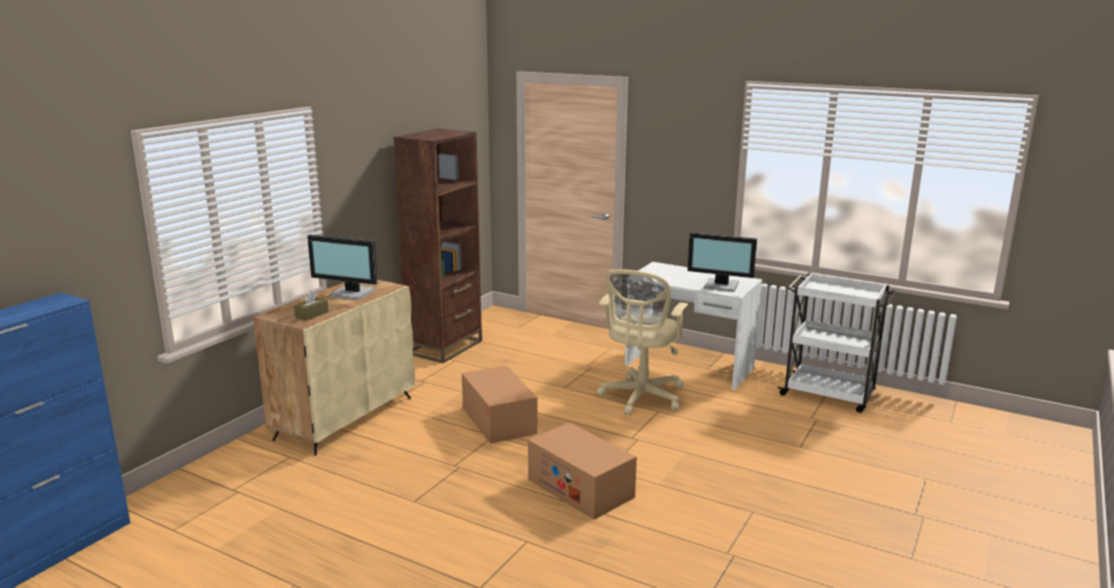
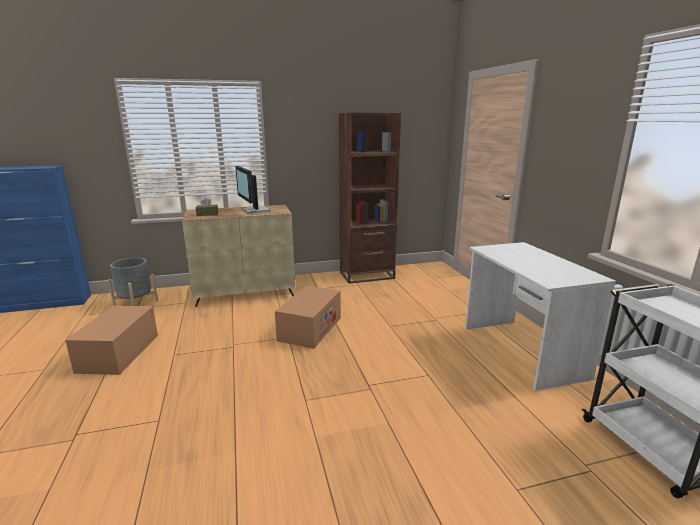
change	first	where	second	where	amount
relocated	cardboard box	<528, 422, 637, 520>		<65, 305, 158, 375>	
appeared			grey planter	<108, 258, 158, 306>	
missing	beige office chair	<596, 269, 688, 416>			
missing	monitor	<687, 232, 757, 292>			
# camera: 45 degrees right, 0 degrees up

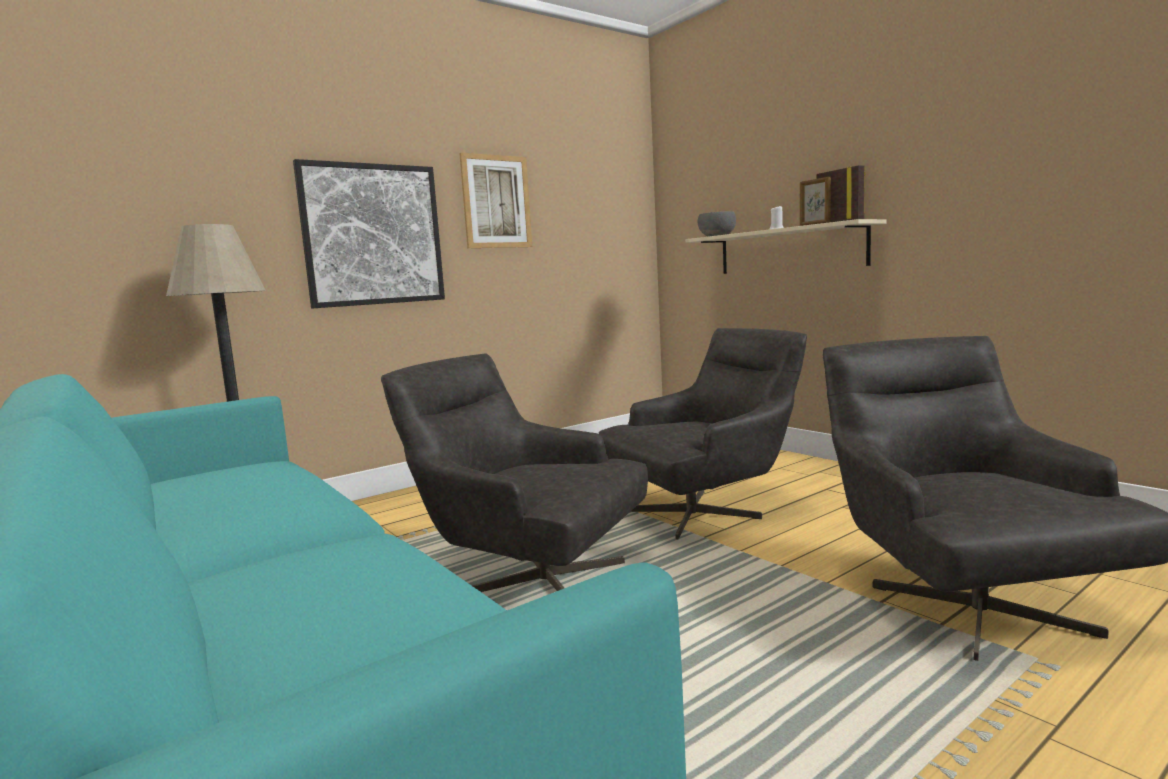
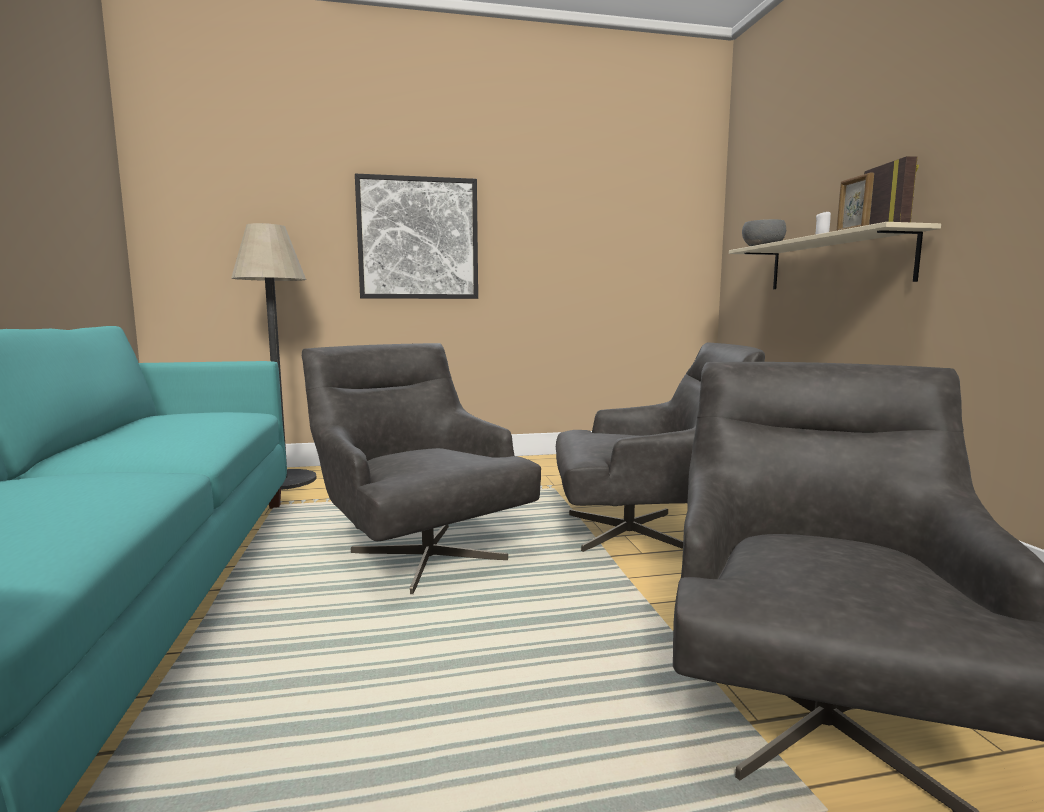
change	first	where	second	where	amount
missing	picture	<459, 152, 532, 248>			
# camera: 25 degrees right, 0 degrees up

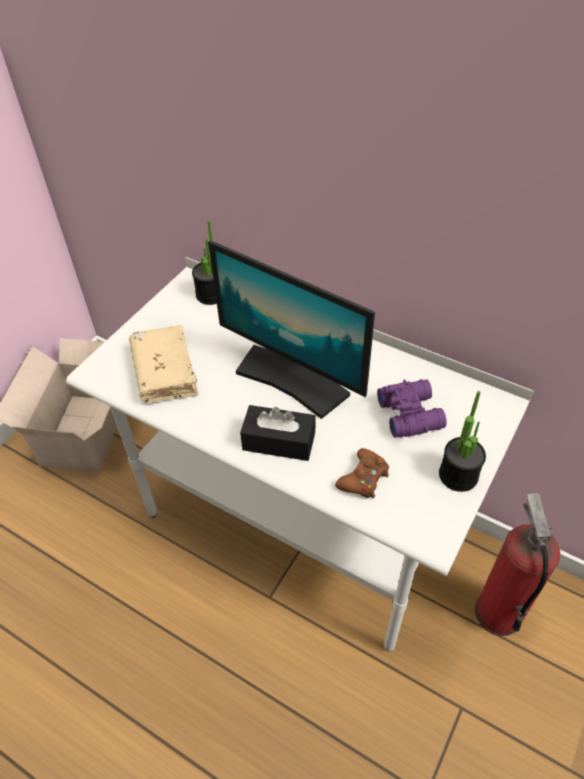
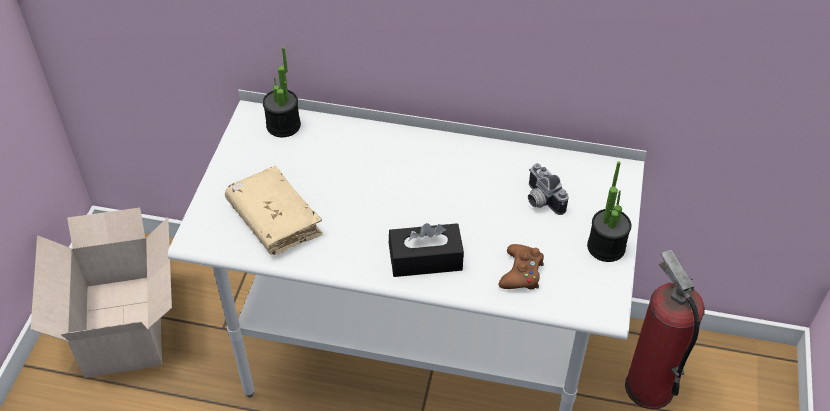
change	first	where	second	where	amount
exchanged	purple binoculars	<377, 379, 447, 438>	photo camera	<528, 163, 569, 215>	
missing	monitor	<208, 241, 375, 419>			
# camera: 20 degrees left, 0 degrees up

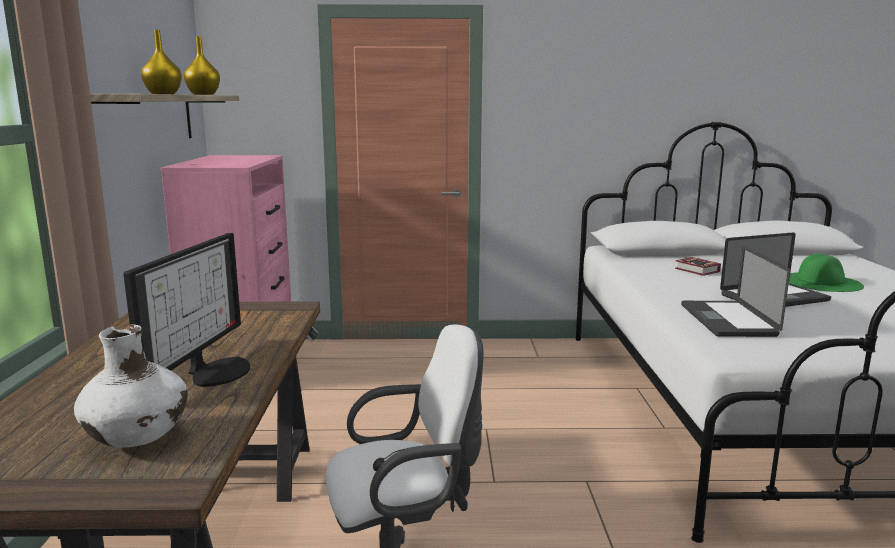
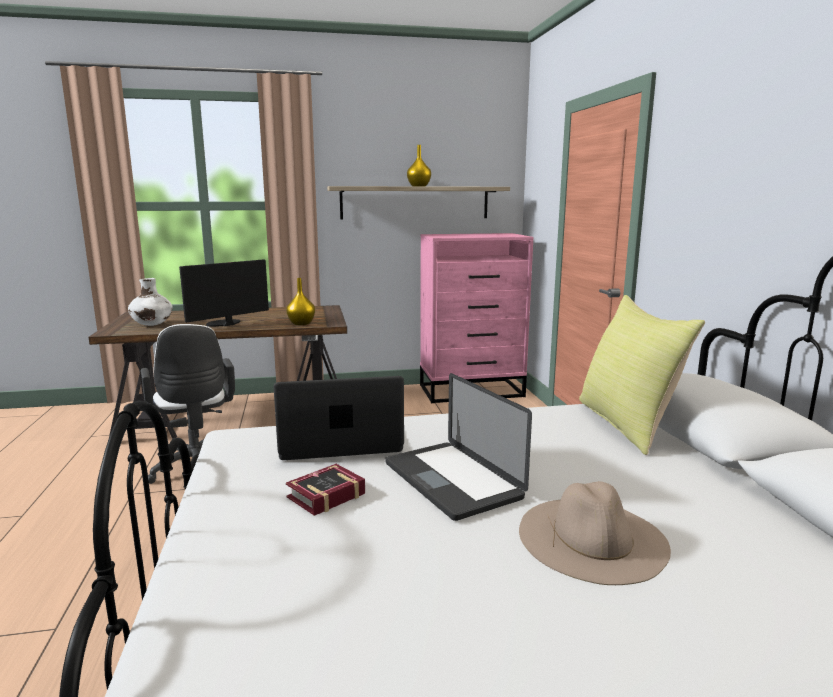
change	first	where	second	where	amount
spun	monitor	<123, 233, 250, 387>		<179, 259, 269, 327>	135 degrees clockwise
relocated	yellow vase	<184, 36, 220, 95>		<286, 278, 315, 325>	
relocated	book	<675, 257, 721, 276>		<286, 464, 365, 516>	
colour	green hat	<789, 253, 864, 292>	beige hat	<519, 481, 671, 585>	
appeared			yellow pillow	<579, 295, 705, 455>	
# camera: 80 degrees right, 0 degrees up

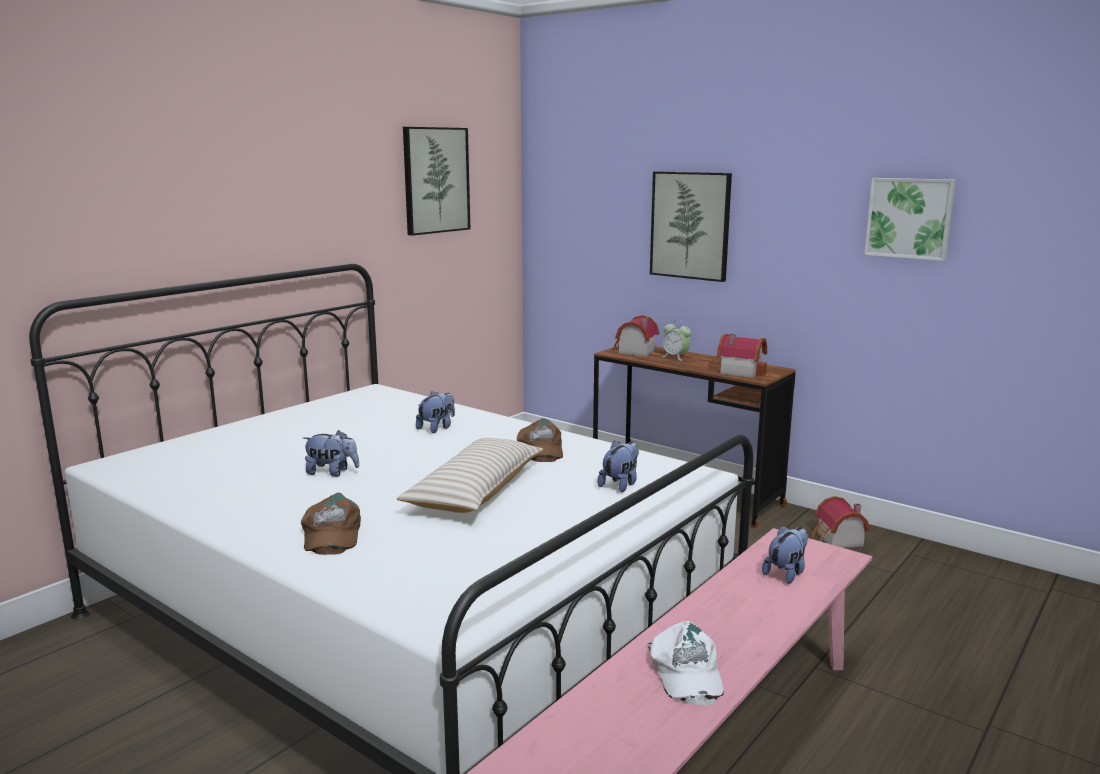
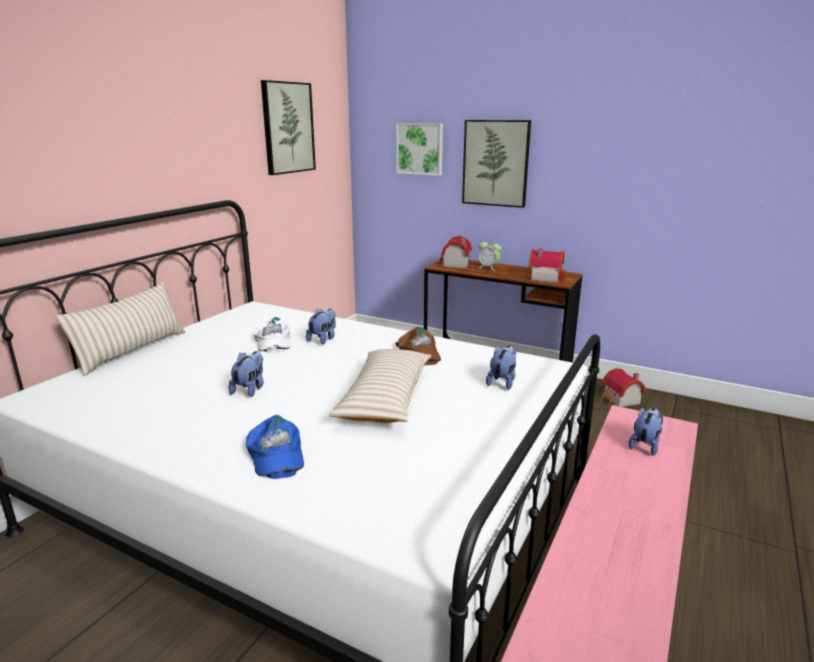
change	first	where	second	where	amount
appeared			beige pillow	<55, 282, 186, 376>	
spun	plush toy	<303, 430, 359, 477>		<229, 351, 264, 397>	75 degrees counterclockwise
colour	brown cap	<301, 492, 361, 555>	blue cap	<246, 415, 304, 479>	
relocated	white cap	<647, 621, 724, 705>		<253, 317, 290, 353>	
relocated	picture	<864, 178, 956, 261>		<396, 123, 443, 176>	
# camera: 10 degrees left, 5 degrees up

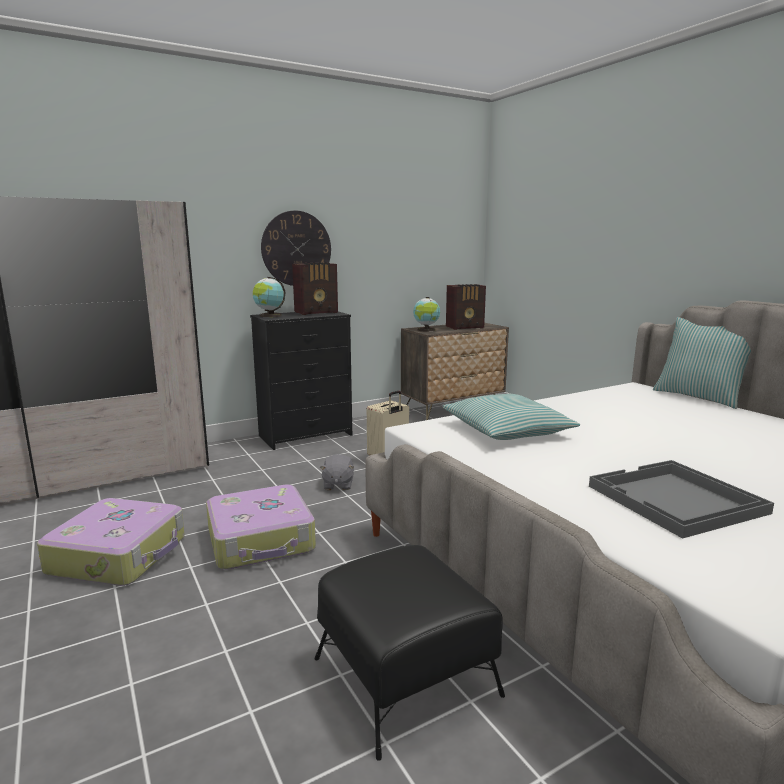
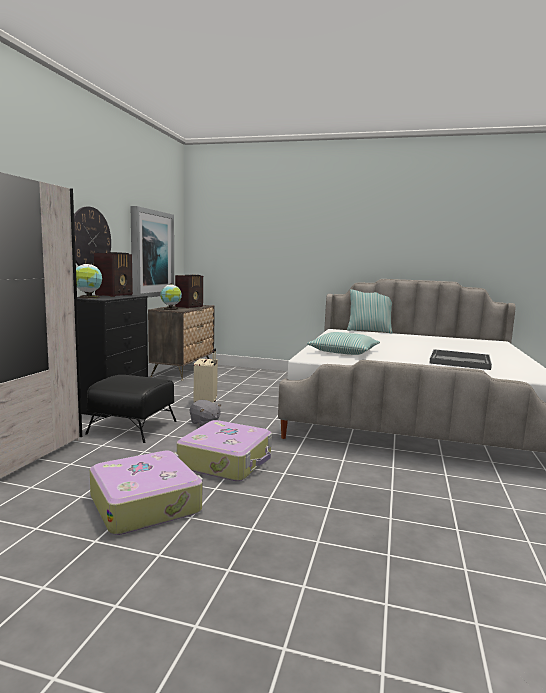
change	first	where	second	where	amount
relocated	black ottoman	<314, 545, 505, 761>		<85, 375, 177, 443>	
appeared			picture	<131, 206, 174, 298>	
# camera: 45 degrees left, 5 degrees down

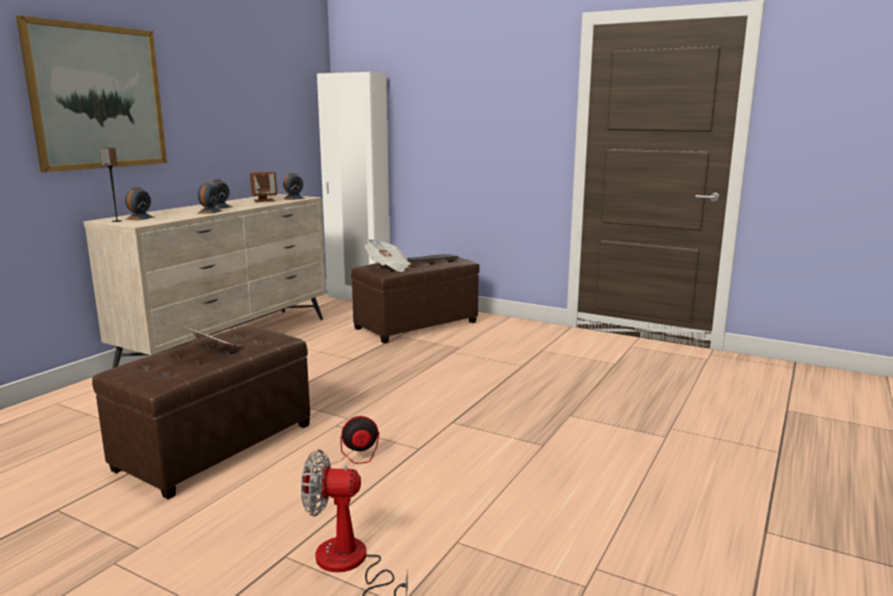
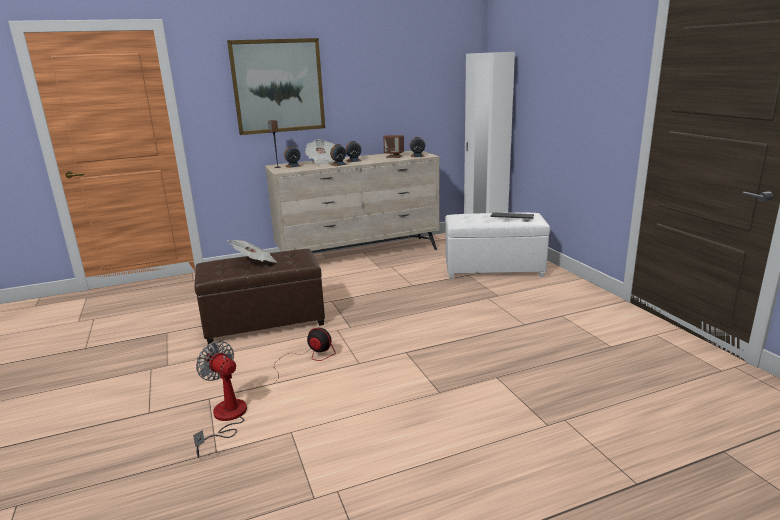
change	first	where	second	where	amount
relocated	newspaper	<364, 239, 411, 272>		<305, 139, 335, 165>	
colour	brown ottoman	<351, 254, 480, 344>	white ottoman	<445, 213, 550, 279>	
# camera: 40 degrees right, 5 degrees up

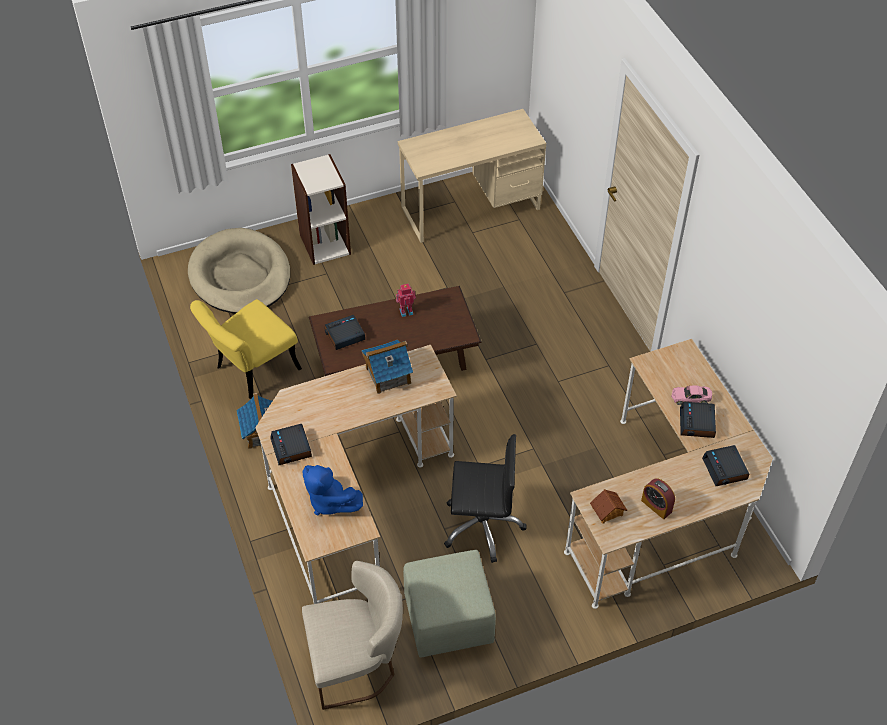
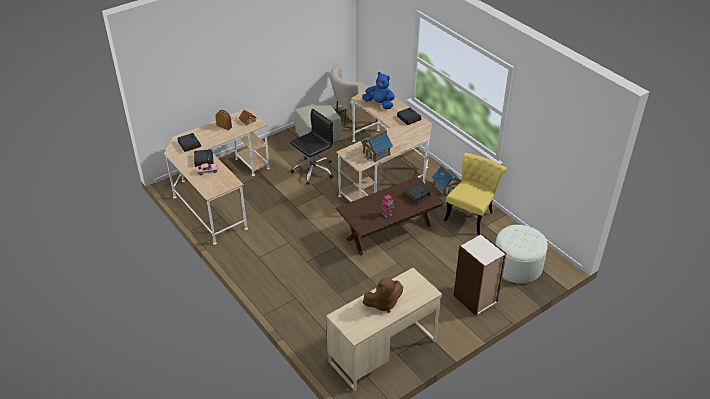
change	first	where	second	where	amount
spun	black office chair	<444, 434, 526, 563>		<290, 109, 334, 184>	150 degrees clockwise
appeared			brown plush toy	<362, 277, 403, 313>	
exchanged	beige dog bed	<188, 228, 290, 313>	white ottoman	<495, 225, 548, 283>	
# camera: 165 degrees right, 10 degrees down

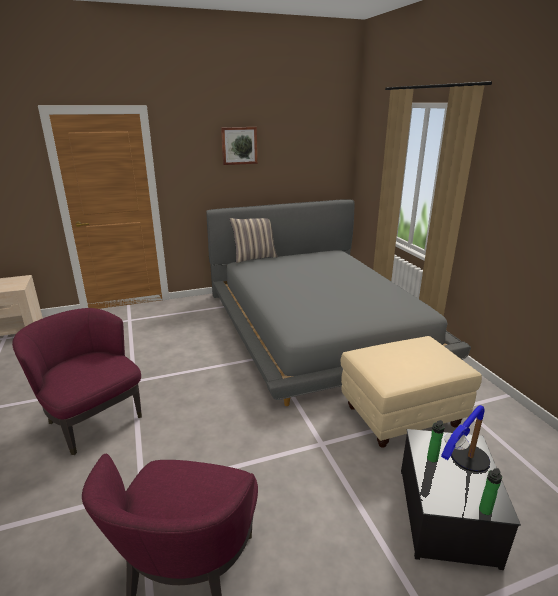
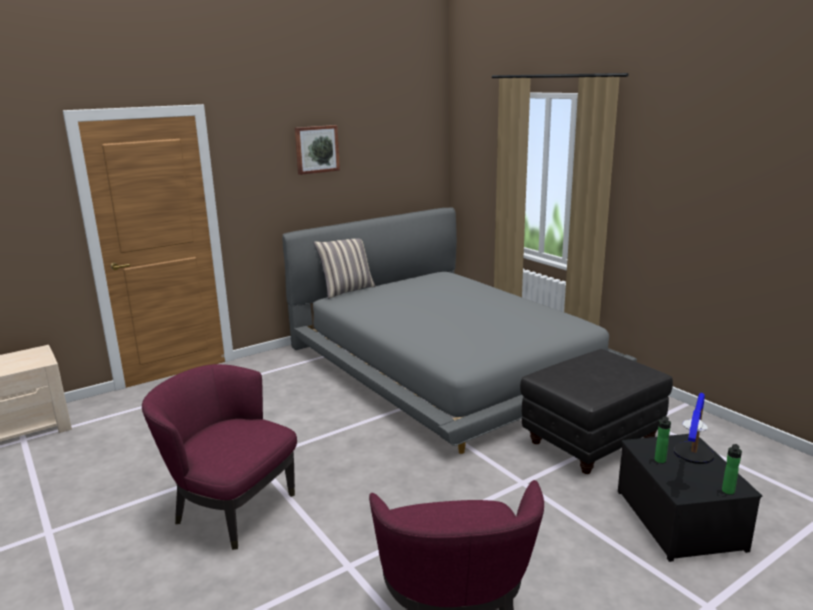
change	first	where	second	where	amount
colour	beige ottoman	<341, 336, 482, 448>	black ottoman	<520, 349, 673, 474>	
# camera: 15 degrees left, 5 degrees down

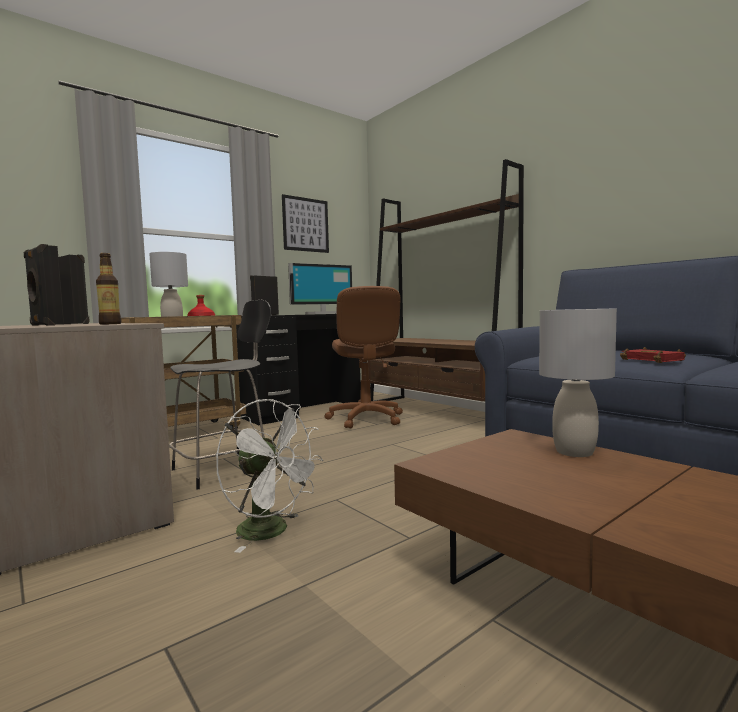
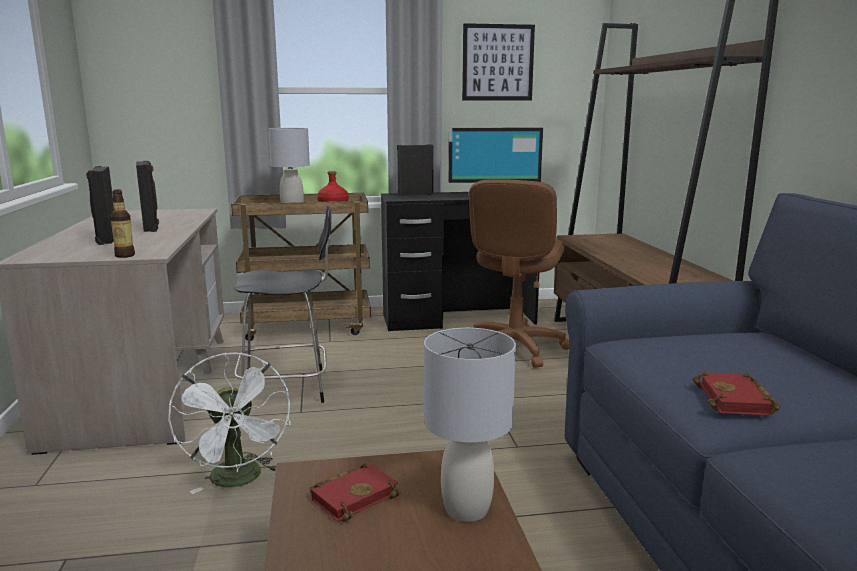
change	first	where	second	where	amount
appeared			red book	<309, 463, 400, 522>	
# camera: 30 degrees right, 10 degrees up

